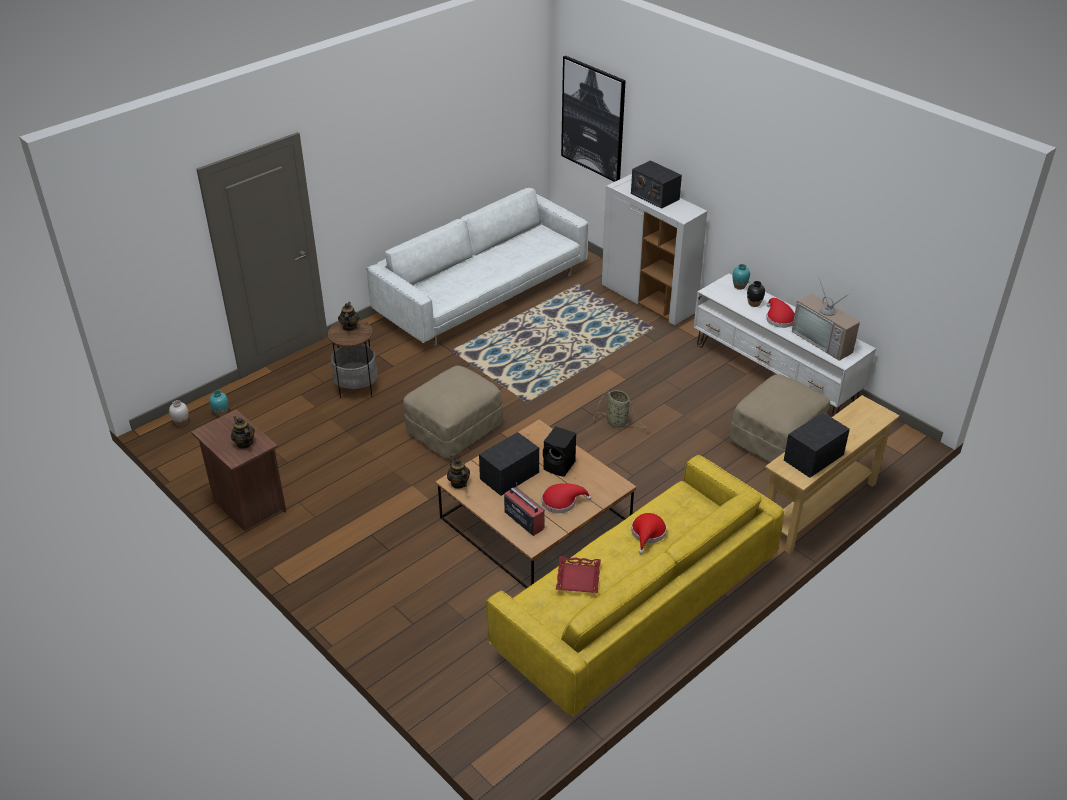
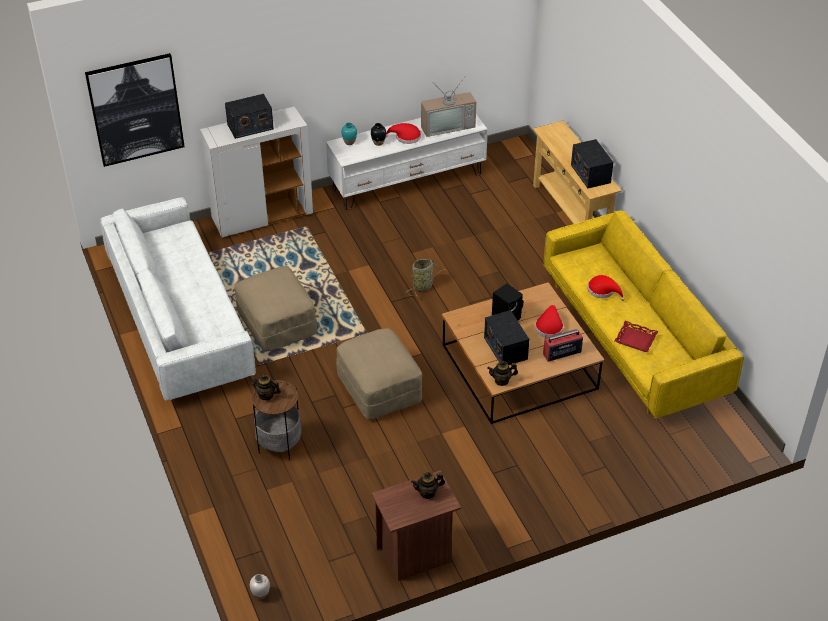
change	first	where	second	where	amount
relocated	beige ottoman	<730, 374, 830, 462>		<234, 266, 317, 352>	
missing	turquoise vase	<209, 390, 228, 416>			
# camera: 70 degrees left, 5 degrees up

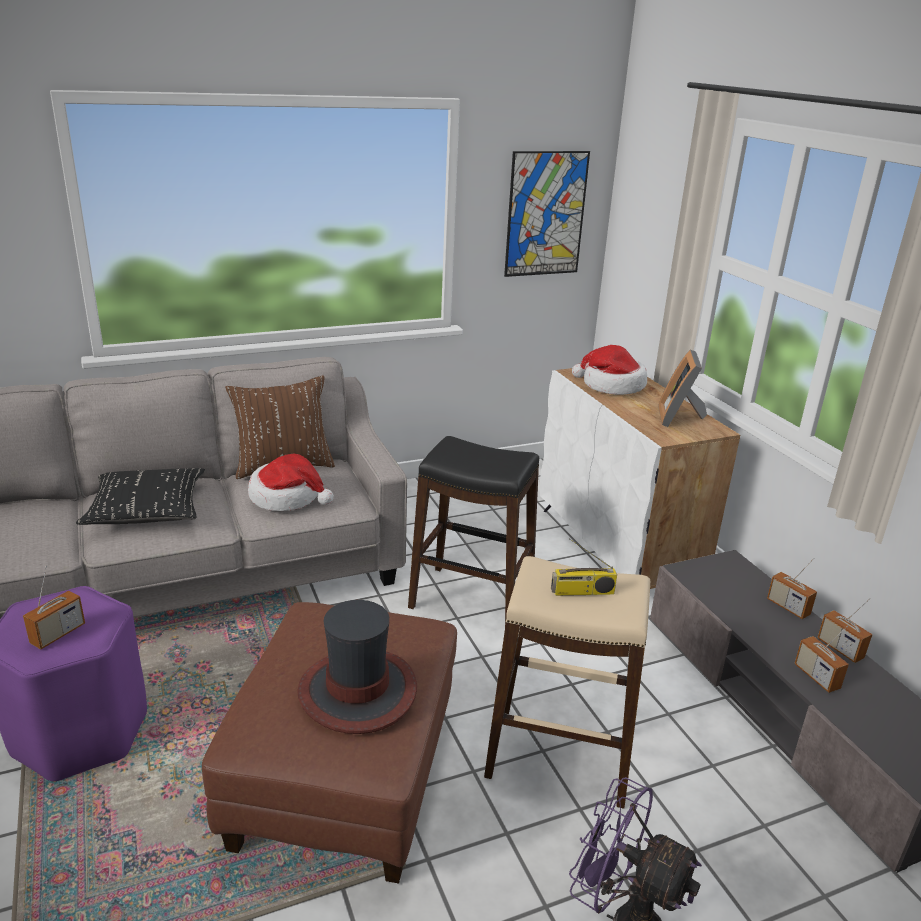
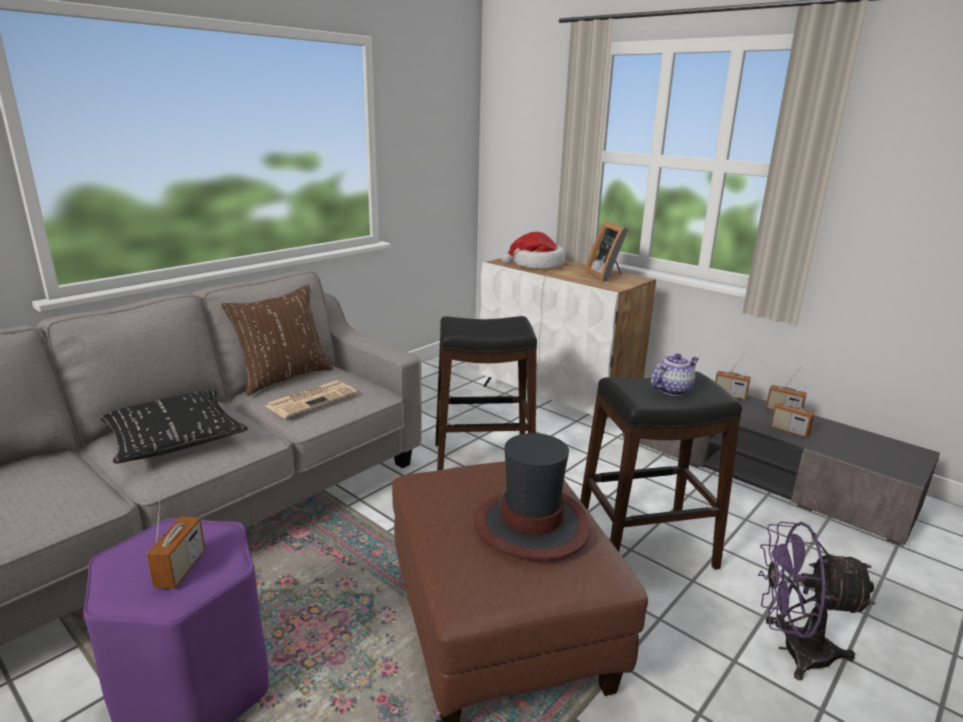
change	first	where	second	where	amount
exchanged	hat	<248, 454, 334, 511>	newspaper	<263, 380, 357, 418>	
colour	beige stool	<484, 556, 650, 809>	black stool	<580, 371, 742, 570>	
exchanged	radio	<551, 538, 617, 596>	teapot	<651, 354, 699, 396>	
missing	picture	<504, 151, 590, 277>			
# camera: 25 degrees left, 5 degrees down

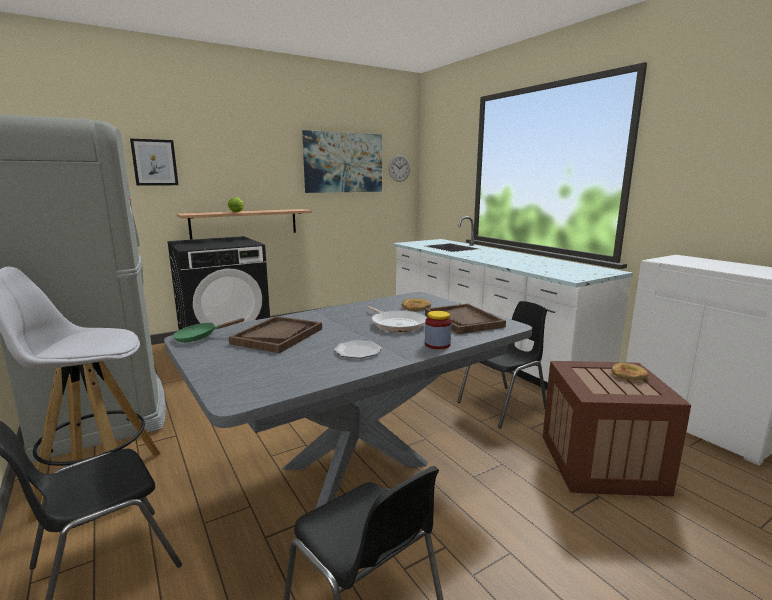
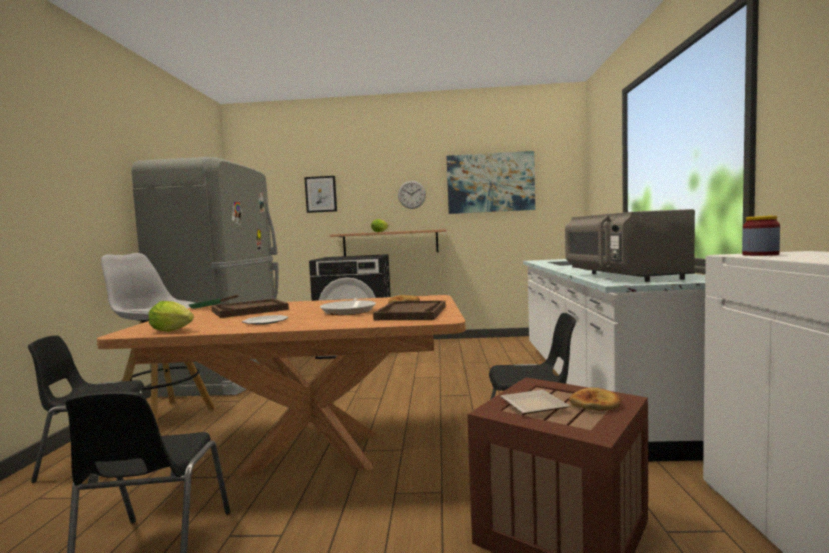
change	first	where	second	where	amount
colour	grey dining table	<164, 292, 532, 509>	brown dining table	<97, 295, 466, 477>	
appeared			lettuce	<149, 301, 194, 332>	
relocated	wall clock	<388, 155, 410, 182>		<398, 181, 426, 209>	
appeared			plate	<501, 390, 570, 414>	
appeared			grey microwave	<565, 209, 695, 282>	
relocated	jar	<425, 311, 451, 349>		<742, 216, 780, 256>	
# camera: 35 degrees right, 10 degrees down

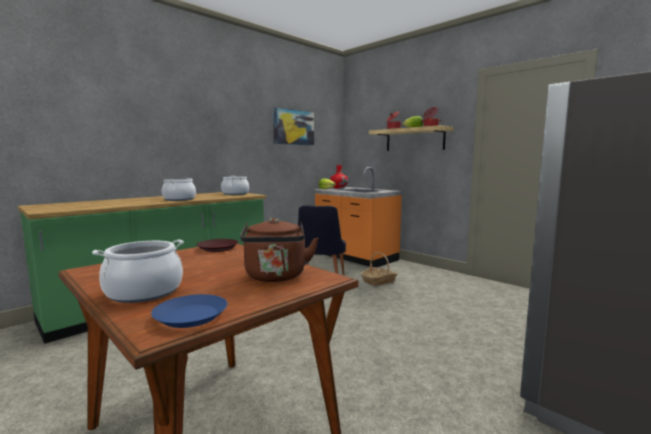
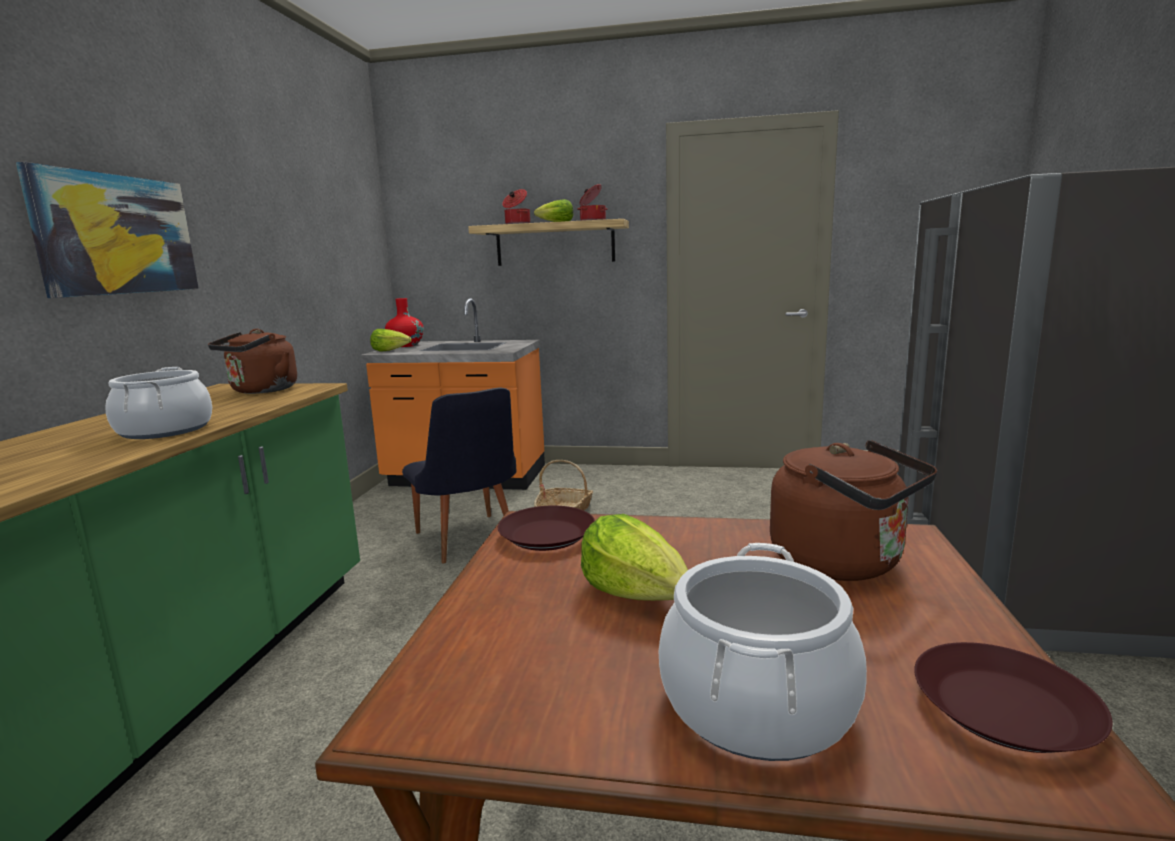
change	first	where	second	where	amount
relocated	picture	<273, 108, 314, 145>		<16, 162, 199, 298>	
exchanged	cooking pot	<221, 176, 249, 195>	brown kettle	<208, 329, 297, 394>	
appeared			lettuce	<581, 514, 688, 601>	
colour	blue plate	<151, 294, 227, 328>	brown plate	<914, 642, 1113, 753>	
# camera: 35 degrees left, 5 degrees up

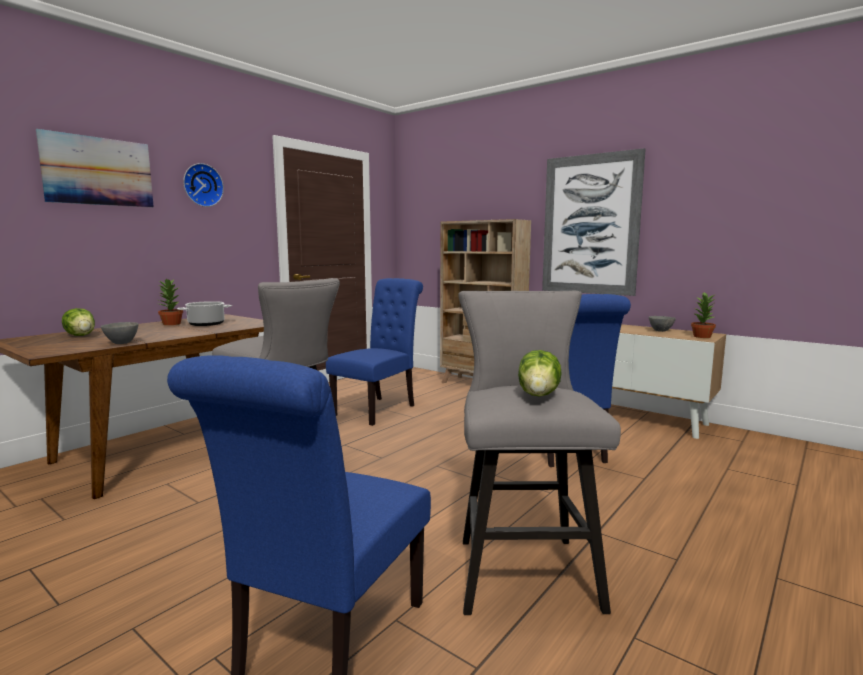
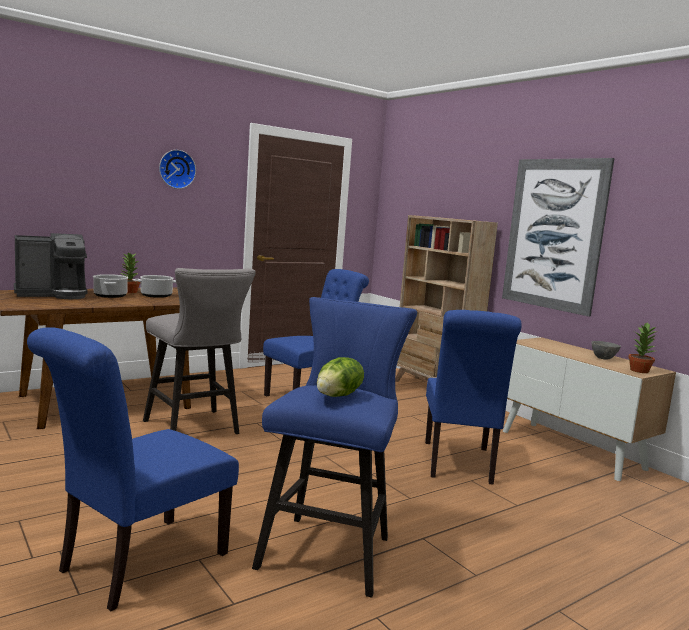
change	first	where	second	where	amount
exchanged	lettuce	<62, 308, 95, 336>	coffee machine	<14, 233, 87, 299>	
appeared			cooking pot	<93, 274, 128, 298>	
colour	grey stool	<458, 291, 621, 615>	blue stool	<252, 297, 417, 598>	
missing	picture	<36, 129, 154, 208>			
missing	grey bowl	<101, 322, 139, 344>			
# camera: 15 degrees right, 0 degrees up

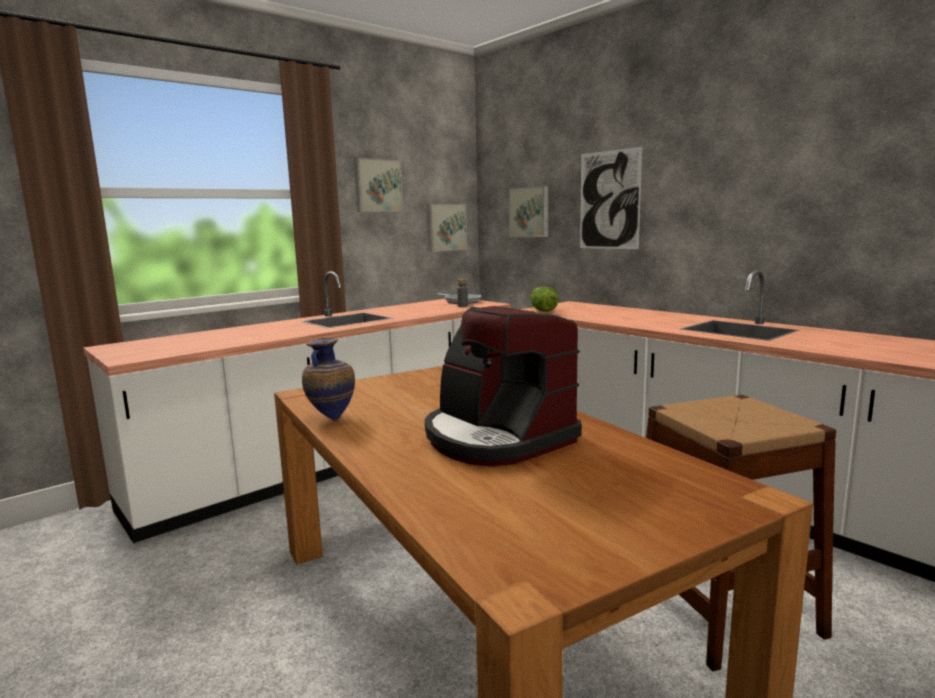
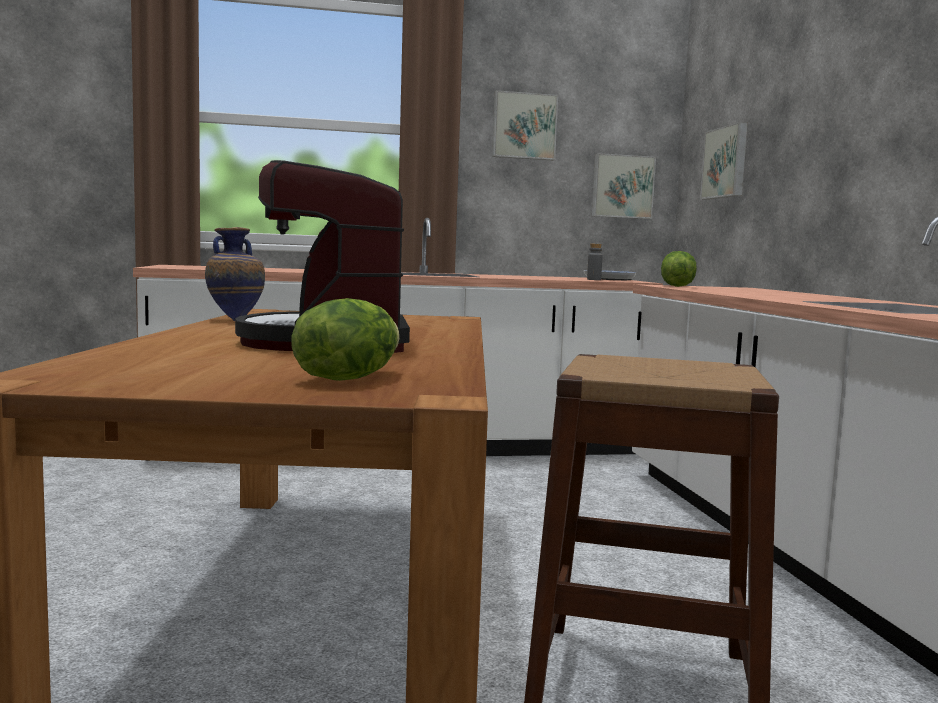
change	first	where	second	where	amount
appeared			lettuce	<291, 298, 399, 381>	
missing	picture	<580, 147, 642, 249>			
# camera: 30 degrees right, 5 degrees down

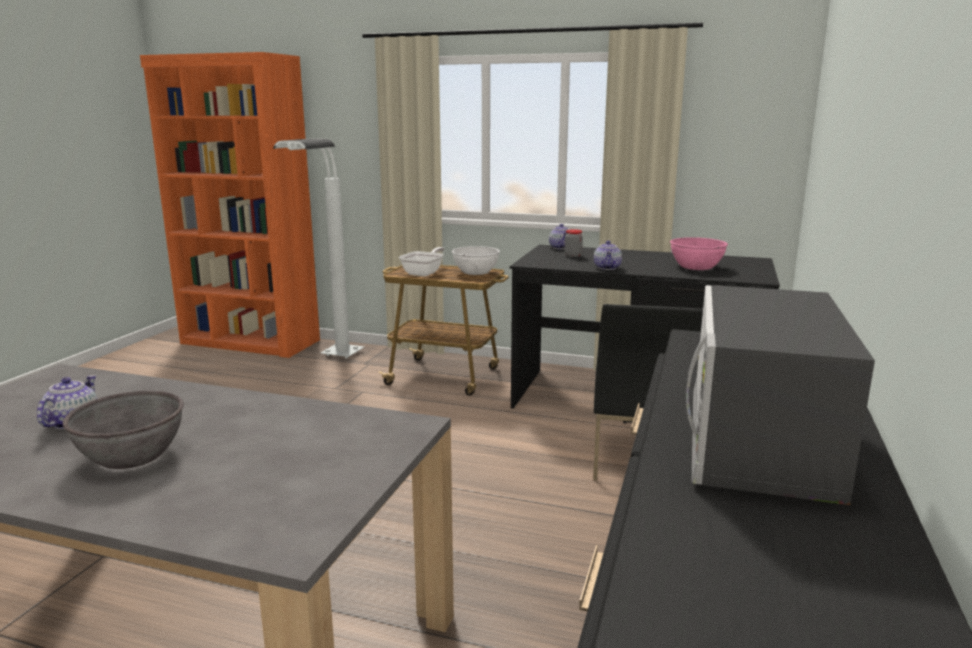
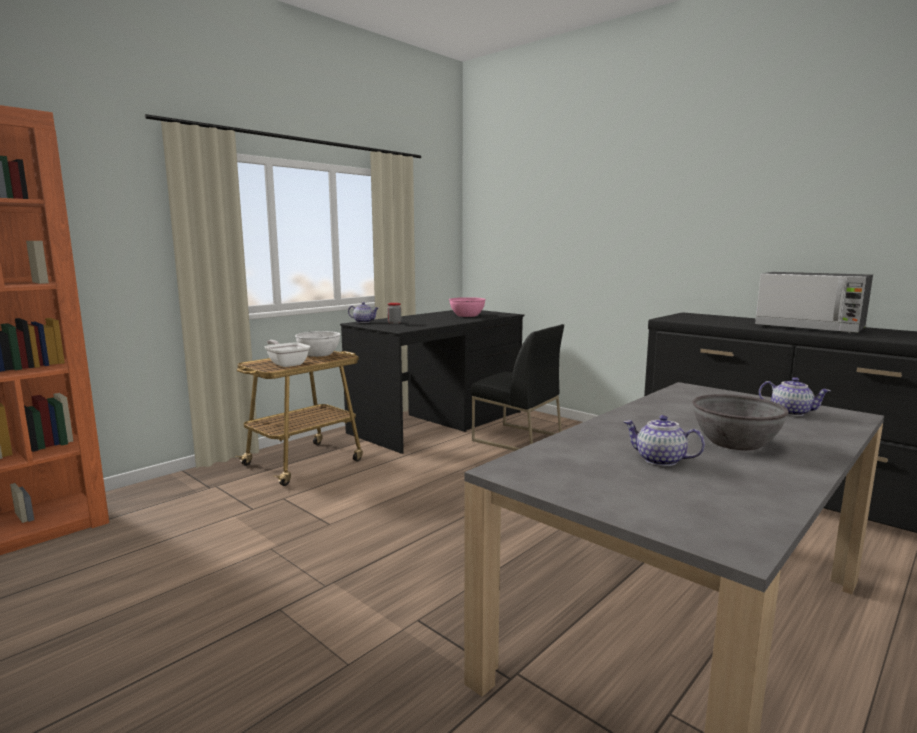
change	first	where	second	where	amount
relocated	teapot	<594, 241, 622, 270>		<759, 377, 830, 416>	
missing	white floor lamp	<273, 138, 364, 359>			
# camera: 65 degrees left, 5 degrees down

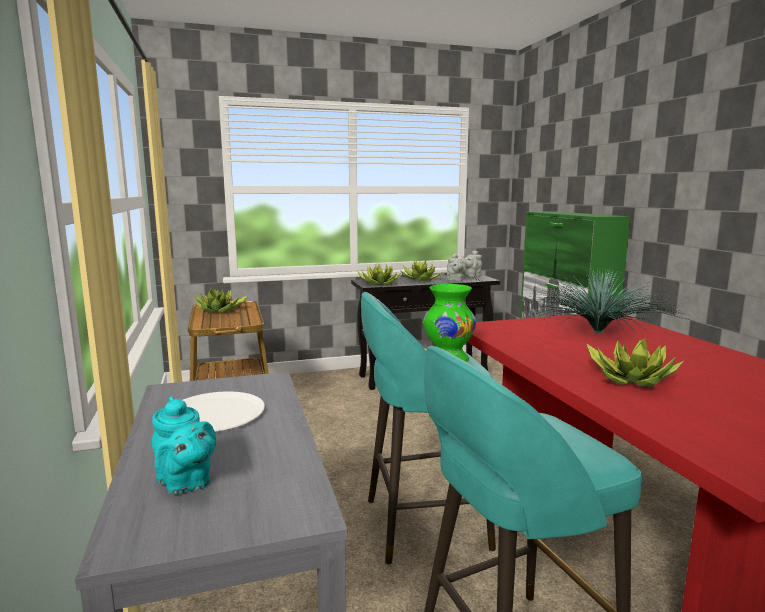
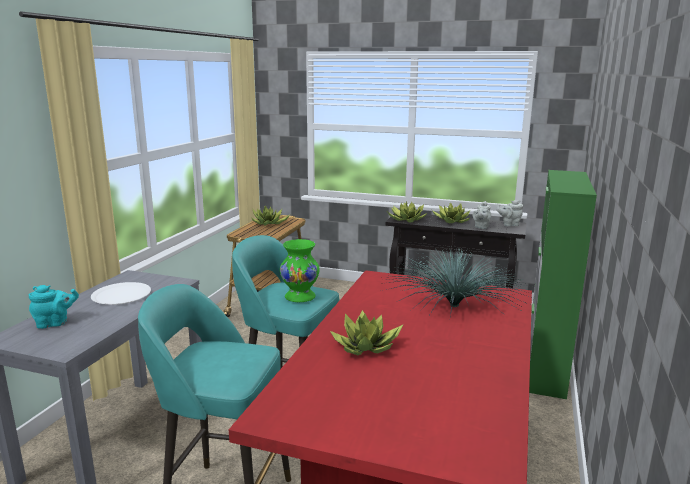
change	first	where	second	where	amount
spun	turquoise teapot	<152, 397, 216, 494>		<29, 285, 79, 329>	105 degrees counterclockwise
# camera: 35 degrees right, 5 degrees up

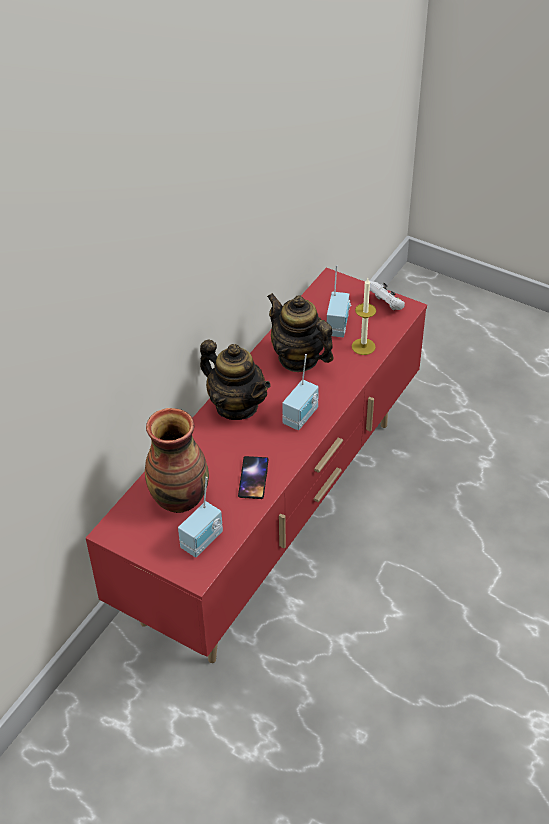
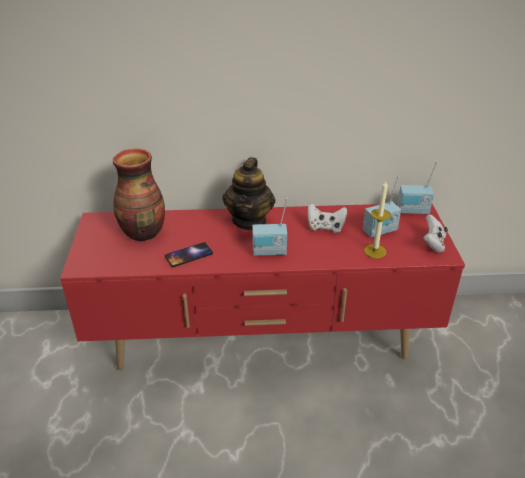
change	first	where	second	where	amount
exchanged	teapot	<267, 293, 333, 372>	white game controller	<308, 203, 347, 233>	
relocated	radio	<178, 477, 223, 558>		<397, 161, 437, 214>	
# camera: 55 degrees right, 10 degrees down

